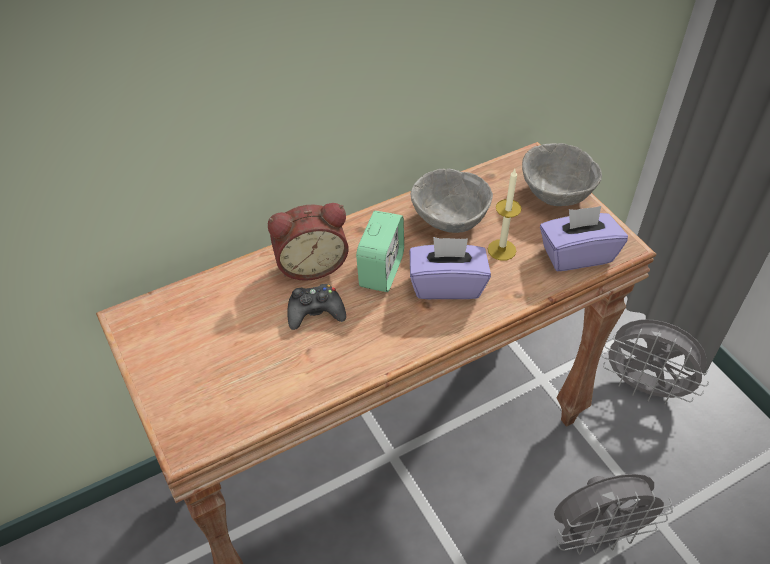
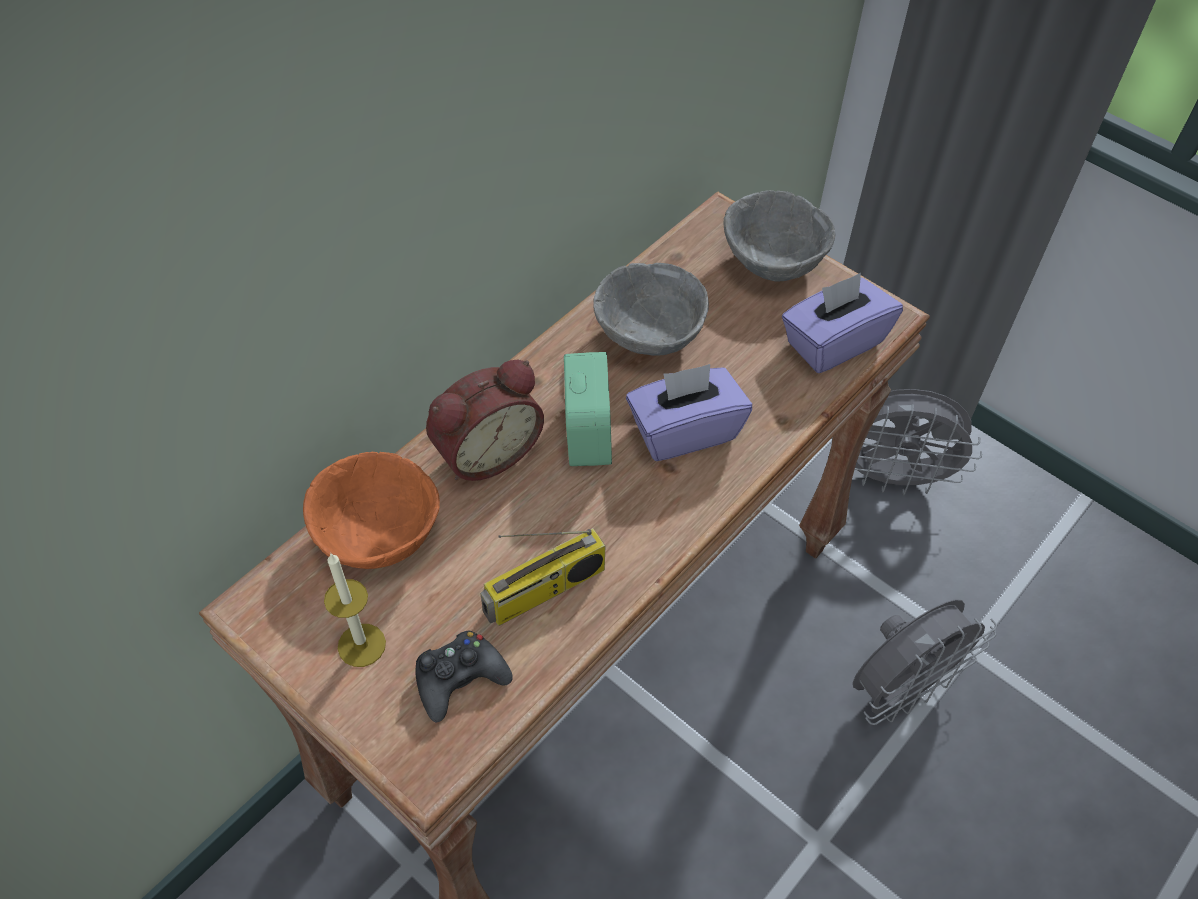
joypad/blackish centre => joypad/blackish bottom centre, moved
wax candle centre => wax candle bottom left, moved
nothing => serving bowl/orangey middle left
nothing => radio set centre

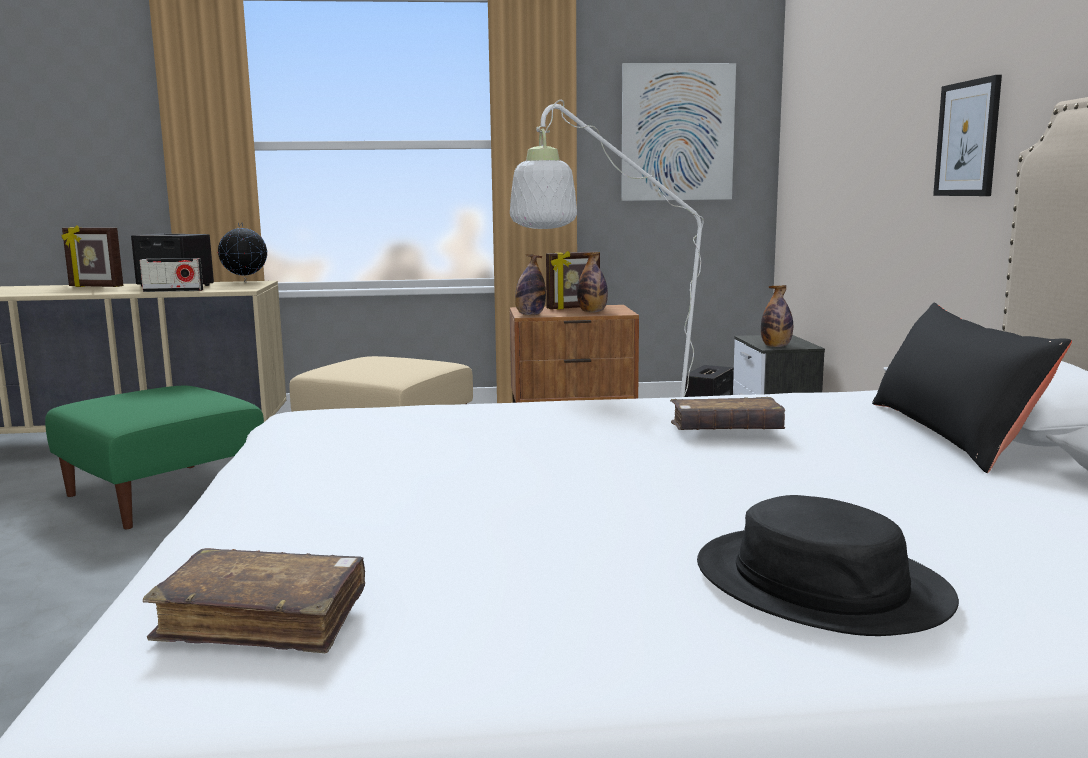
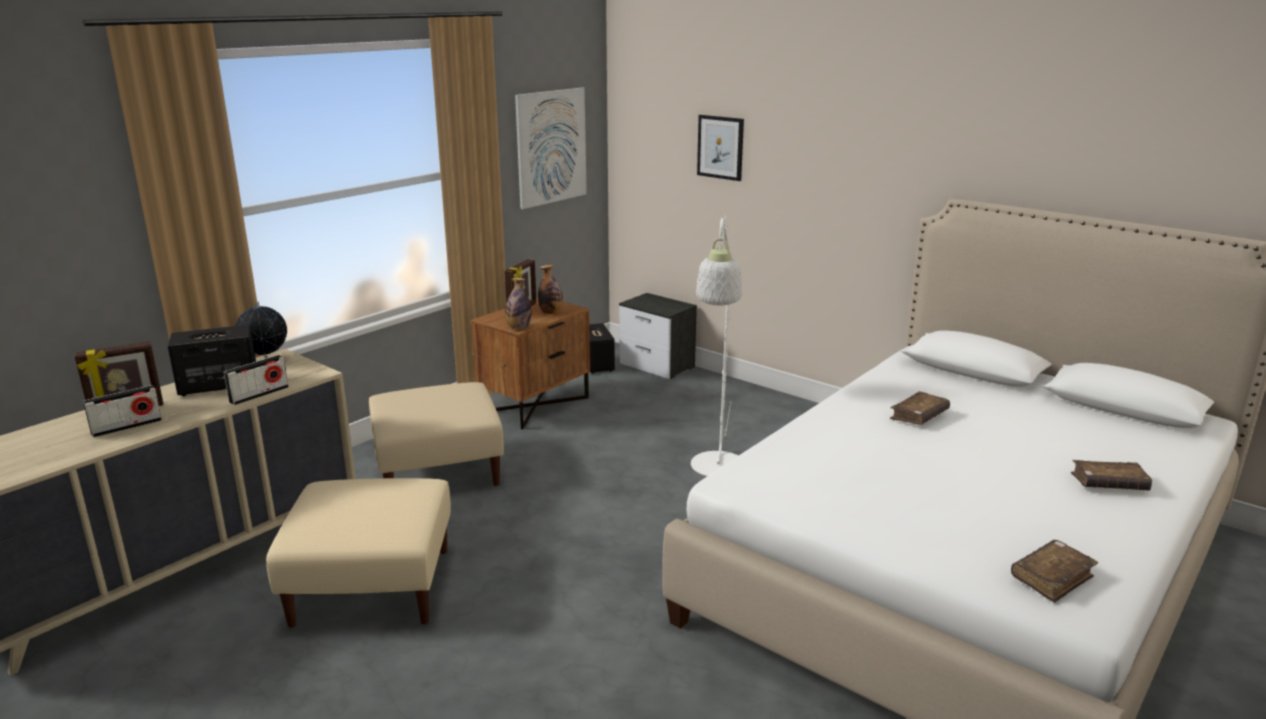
pouffe/greenish middle left => pouffe/beige-coloured (1st from left) bottom left
wearable hat/blackish bottom right => bound book/brown-coloured (3rd from left) middle right
drink bottle (3rd from left) middle right => nothing
throw pillow/blackish middle right => nothing
wall art (2nd from left) top right => wall art (2nd from left) top centre, moved
nothing => radio set (1st from left) middle left

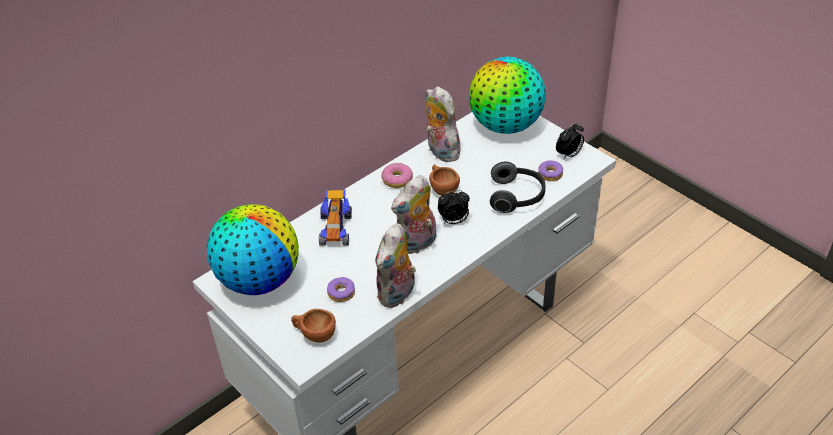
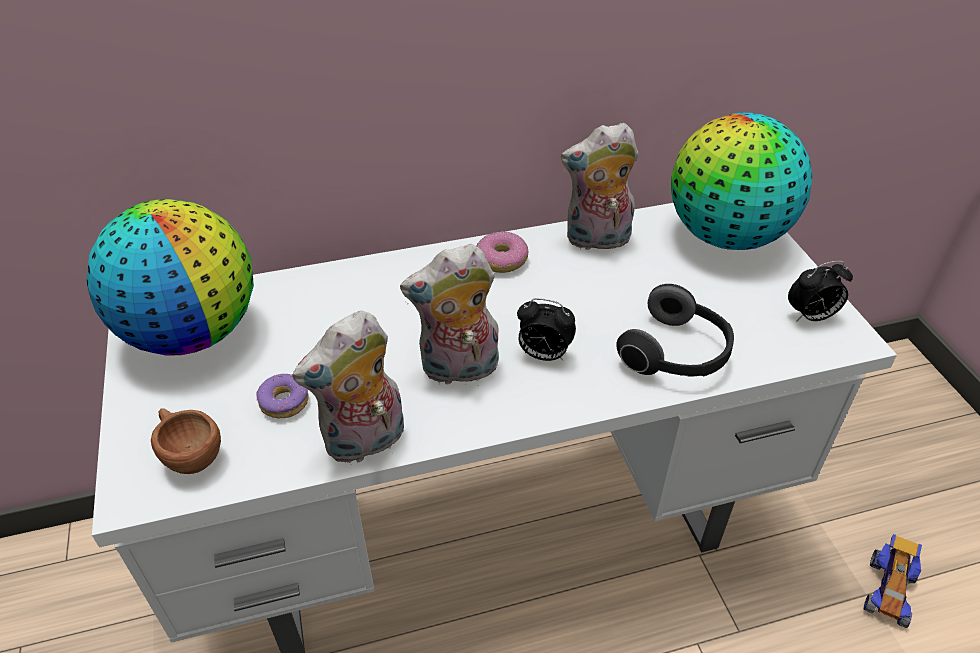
model car centre => model car bottom right, moved
cuddly toy (3rd from left) top centre, 90 degrees counterclockwise
drinking cup/brown-coloured (2nd from left) centre => nothing
ring doughnut (3rd from left) centre => nothing

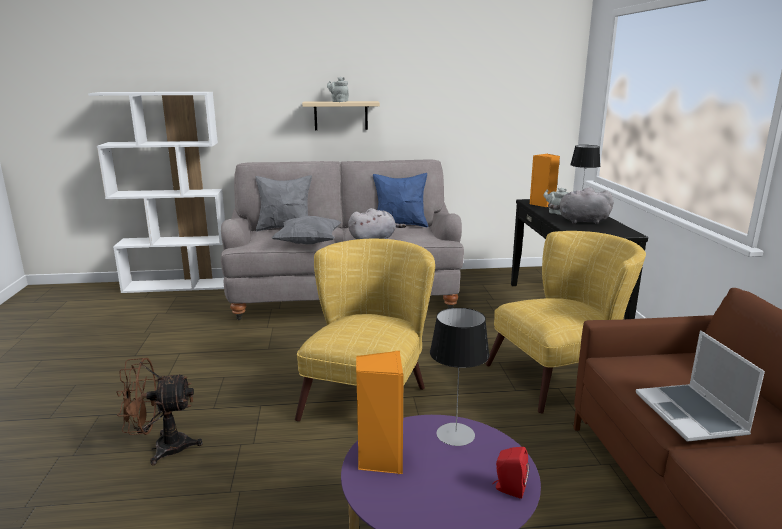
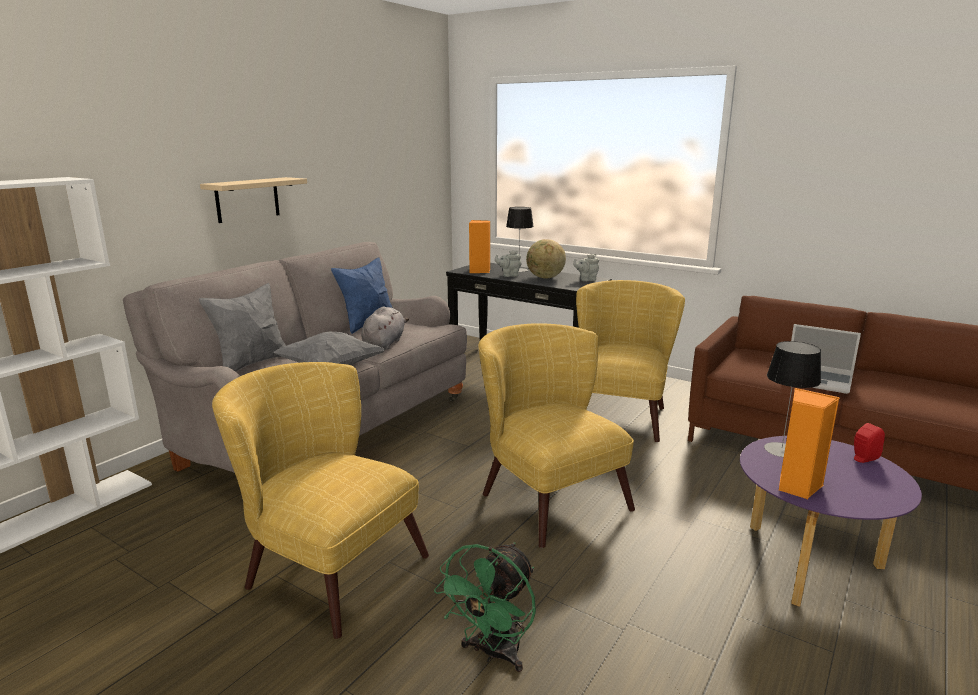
electric fan/brown-coloured bottom left => electric fan/greenish bottom centre
teapot/gray (1st from left in the first image) top centre => teapot/gray (2nd from left) centre, moved
cuddly toy/gray (2nd from left) middle right => world globe centre
nothing => lounge chair/yellow-coloured (1st from left) bottom left

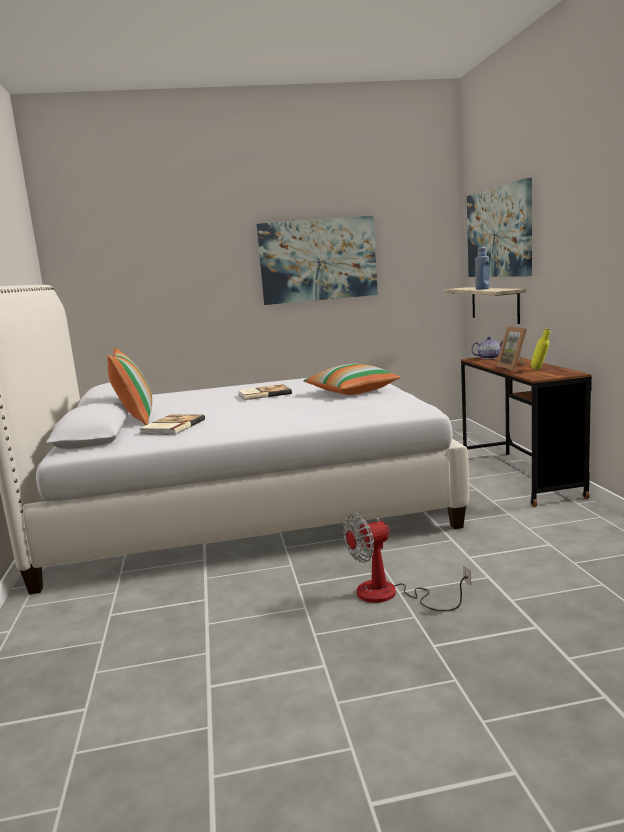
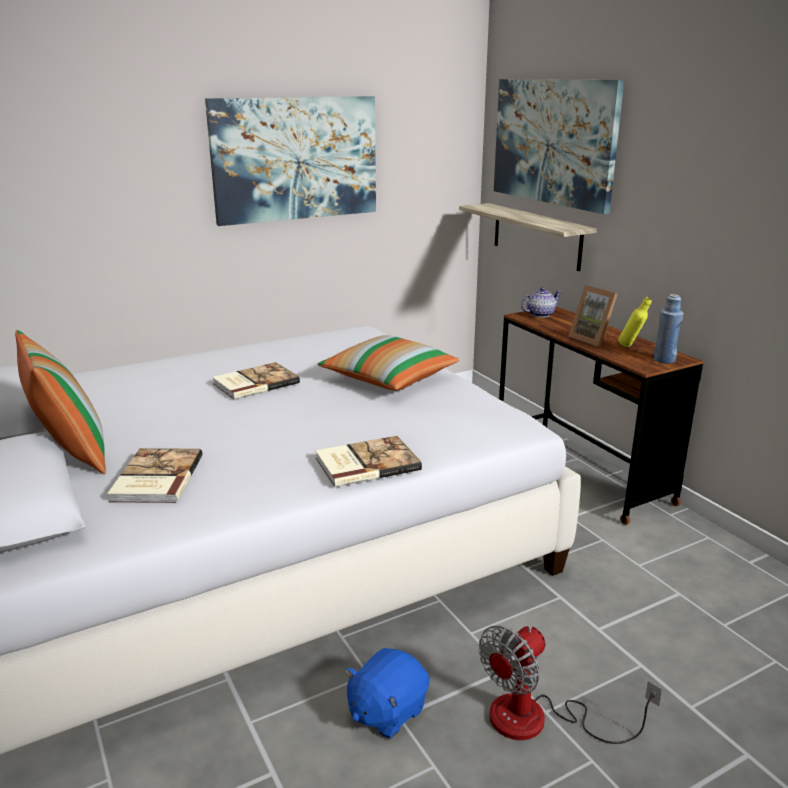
drink bottle/blue-coloured top right => drink bottle/blue-coloured middle right, moved
nothing => bound book (3rd from left) centre
nothing => cuddly toy/blue-coloured bottom centre

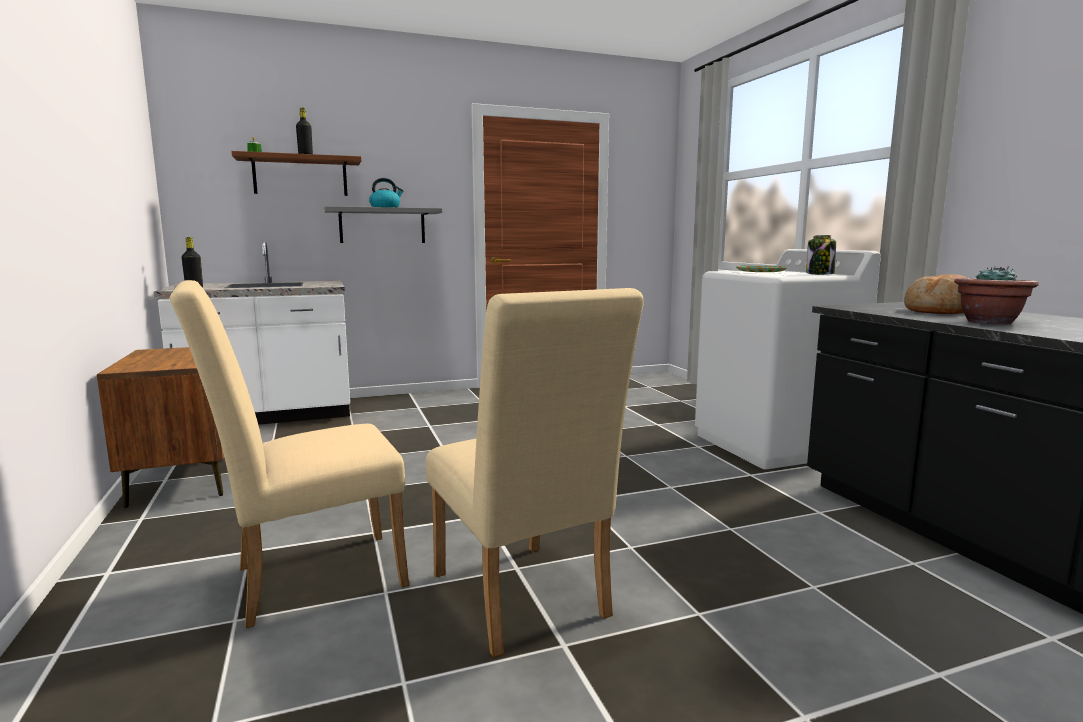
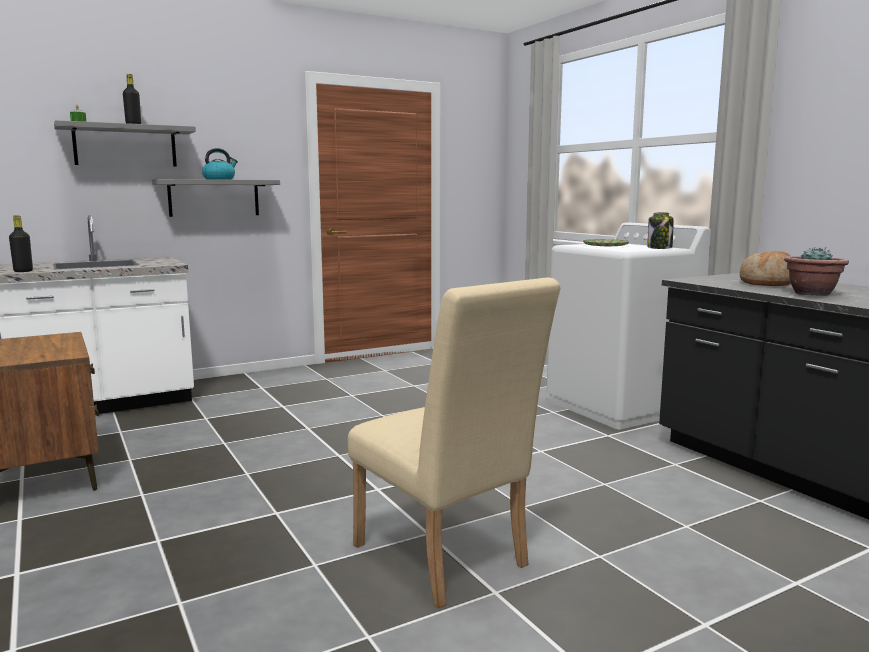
plain chair/beige-coloured (1st from left) middle left => nothing
bracket shelf/brown-coloured top left => bracket shelf/gray (1st from left) top left

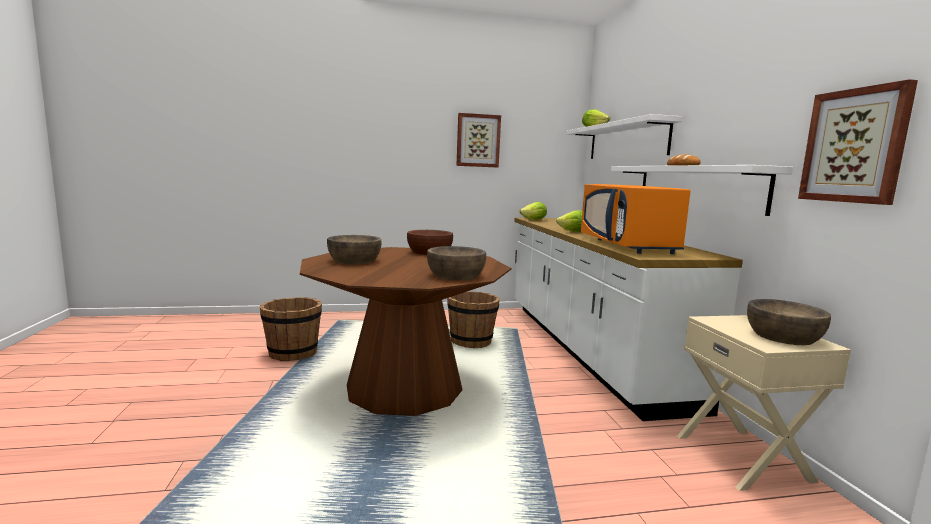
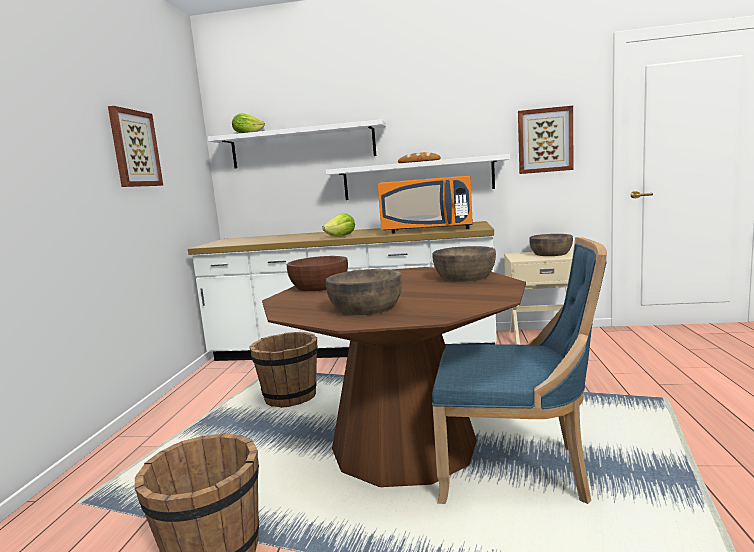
lettuce head (1st from left) centre => nothing
nothing => plain chair/blue-coloured bottom right

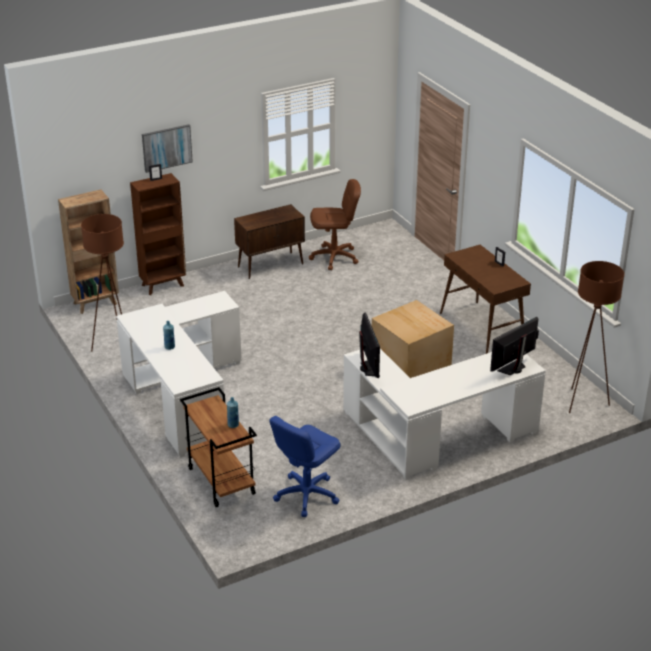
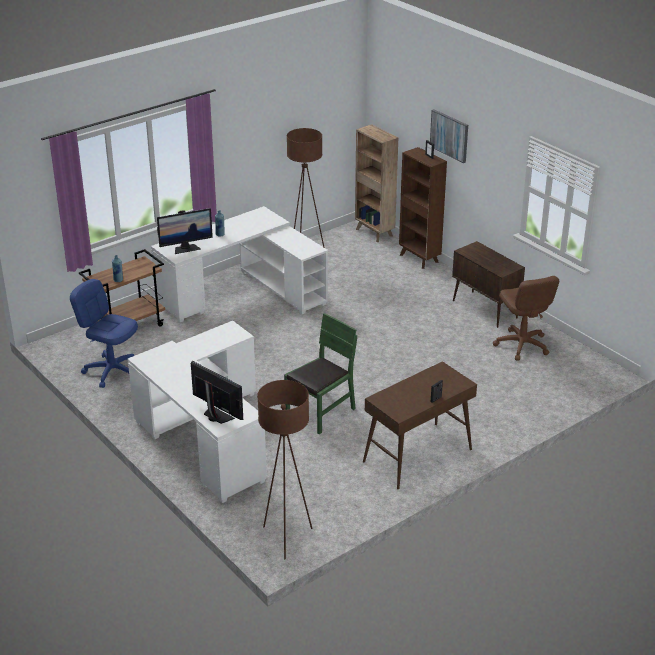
computer display (1st from left) centre => computer display (1st from left) middle left, moved
carton centre => plain chair/greenish centre

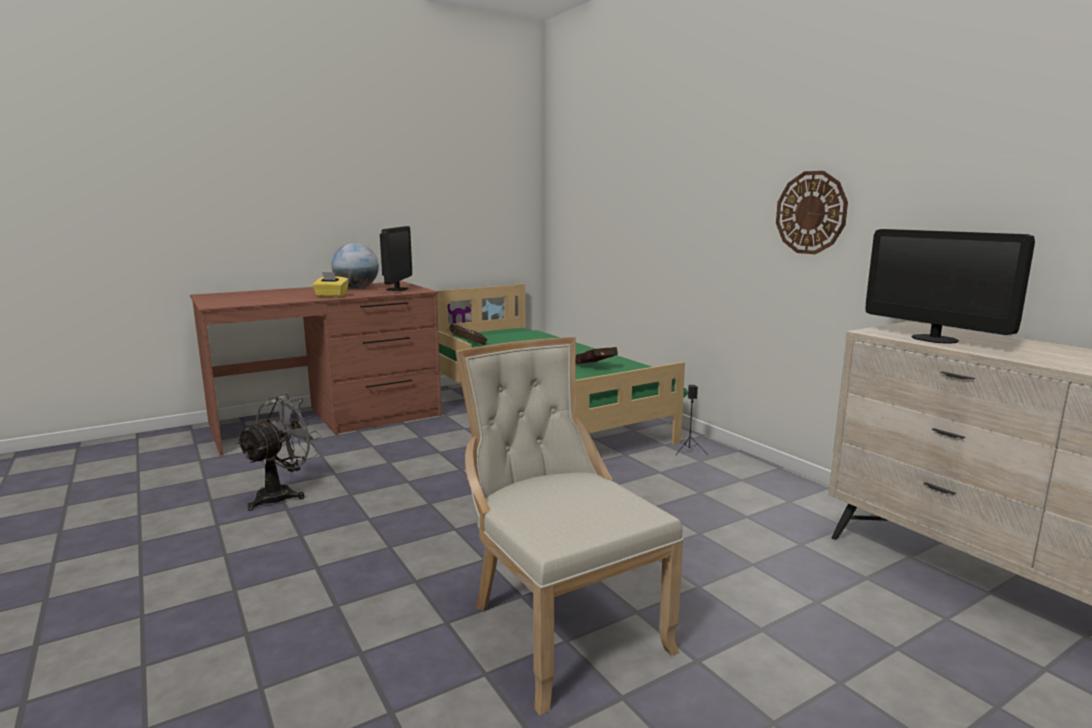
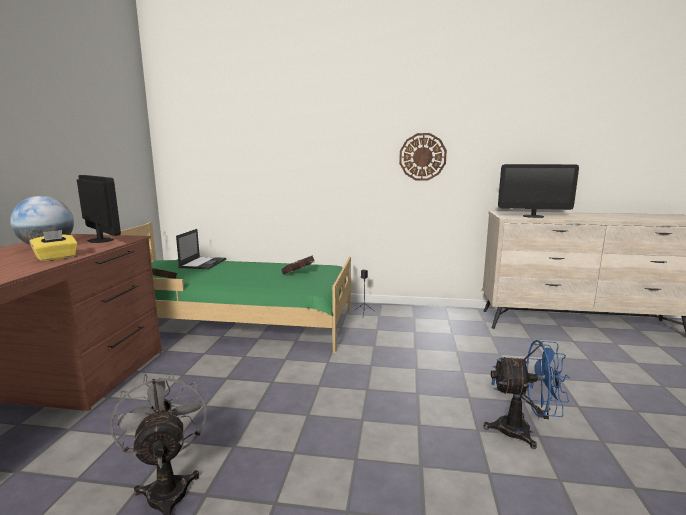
plain chair/beige-coloured bottom centre => electric fan/blue-coloured bottom right
nothing => laptop middle left

